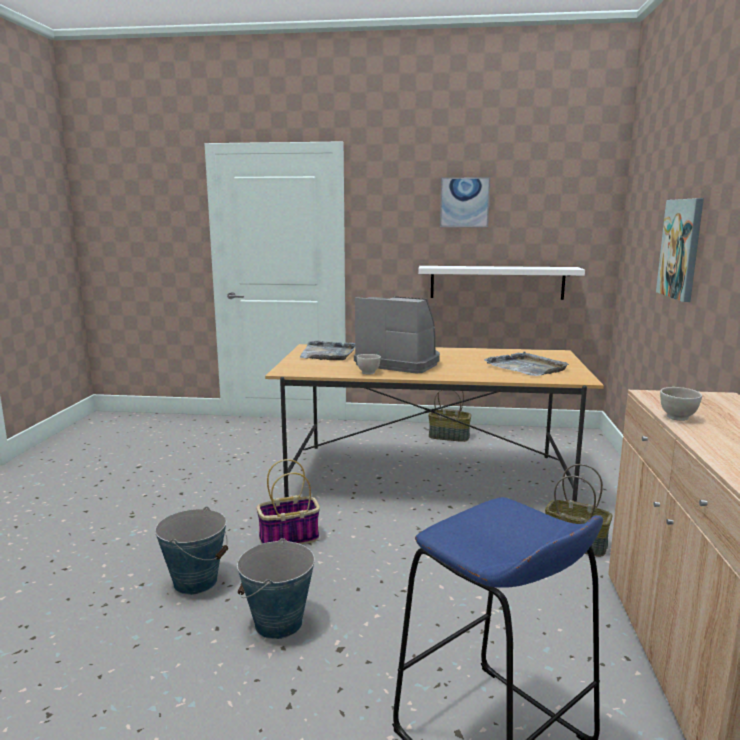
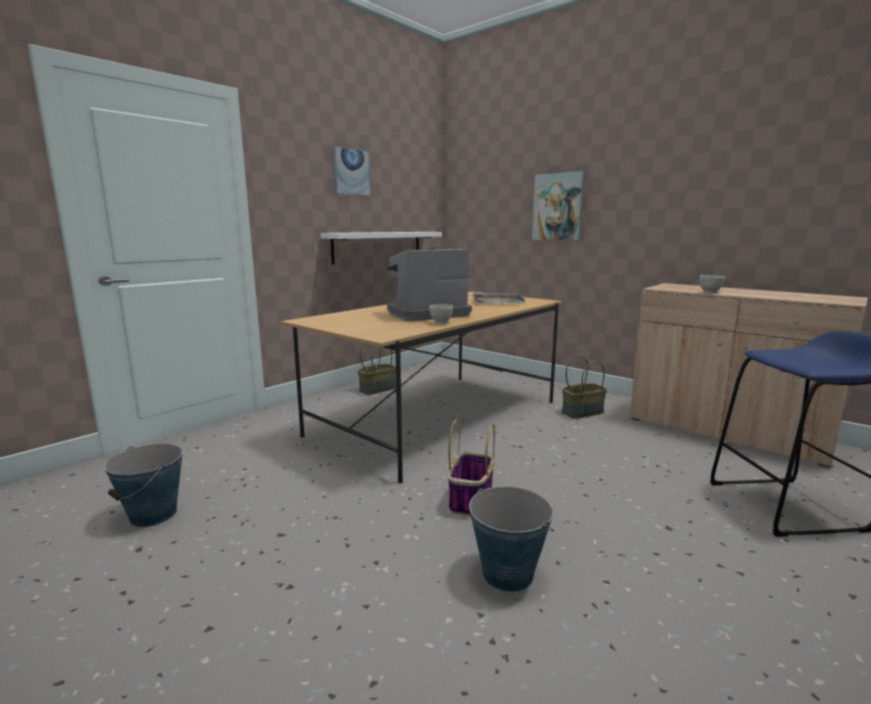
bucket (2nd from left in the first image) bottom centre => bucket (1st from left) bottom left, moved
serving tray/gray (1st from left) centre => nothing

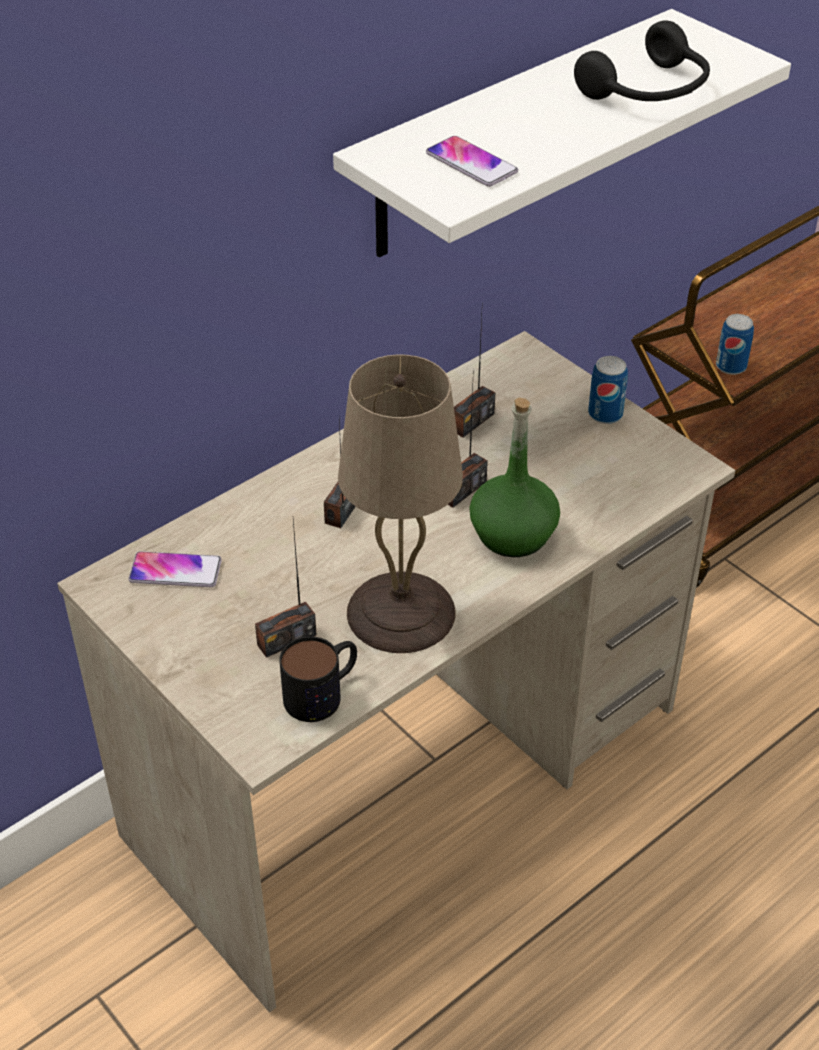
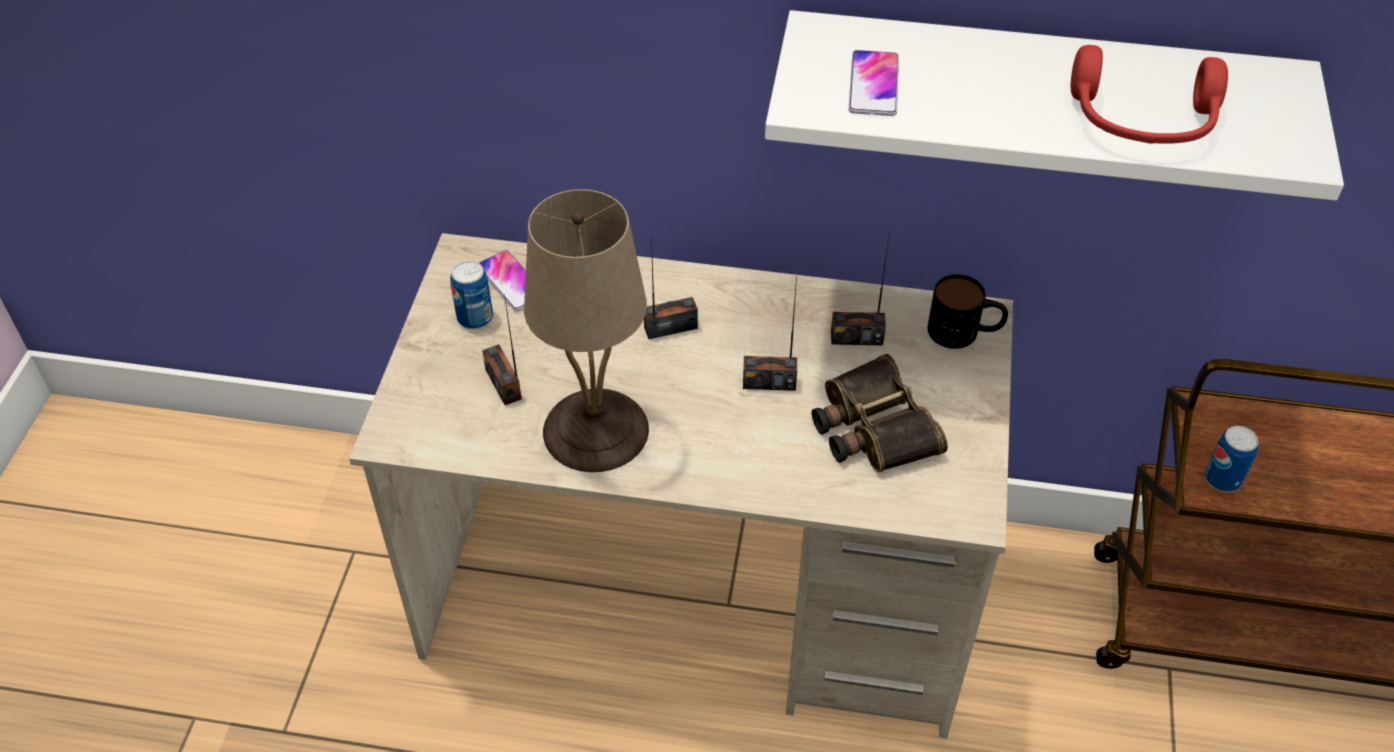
radio set (1st from left) centre, 45 degrees clockwise
coffee mug centre => coffee mug middle right, moved
drink bottle/greenish centre => nothing
headphones/blackish top right => headphones/red-coloured top right
metal can (1st from left) middle right => metal can (1st from left) centre, moved
nothing => binoculars centre

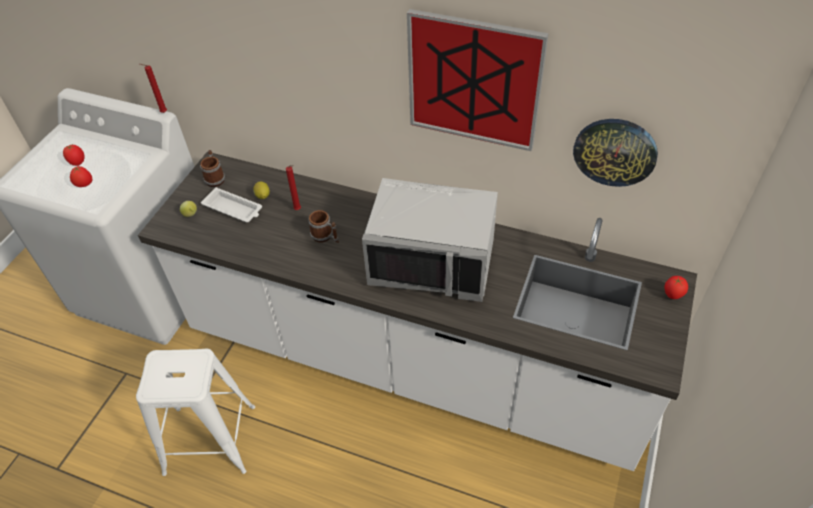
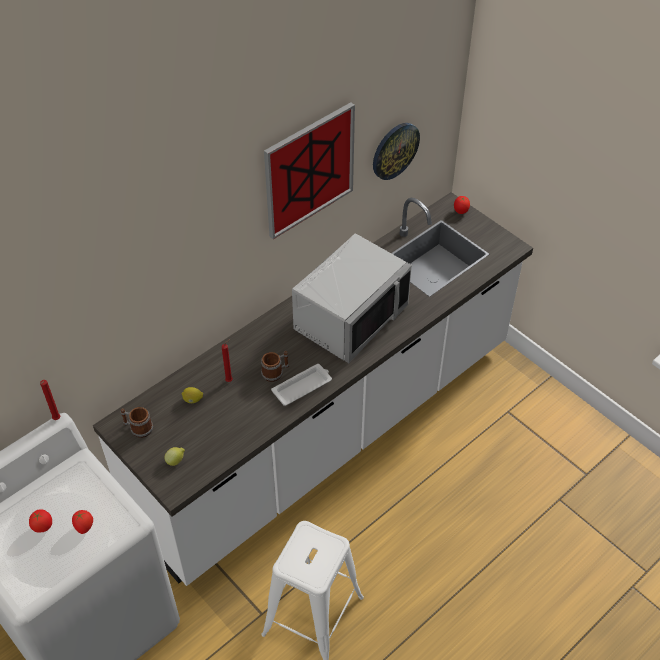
serving tray/white middle left => serving tray/white centre, moved

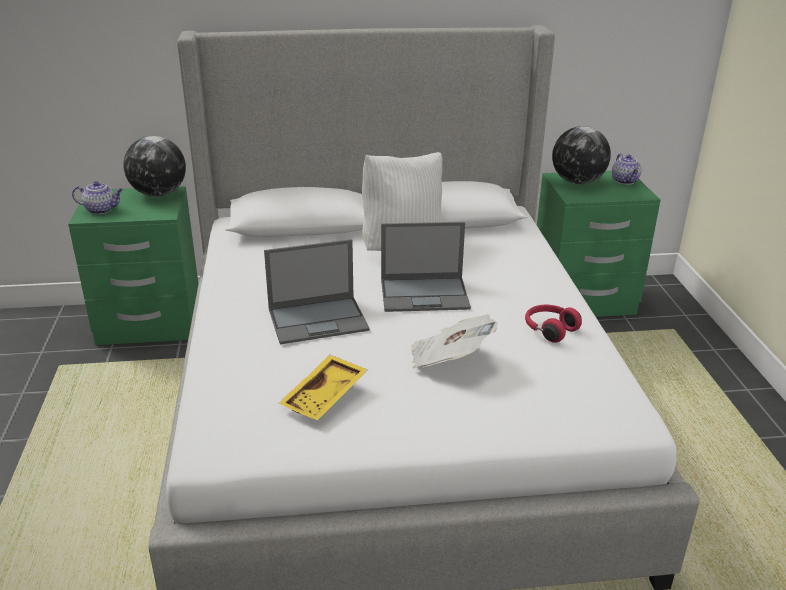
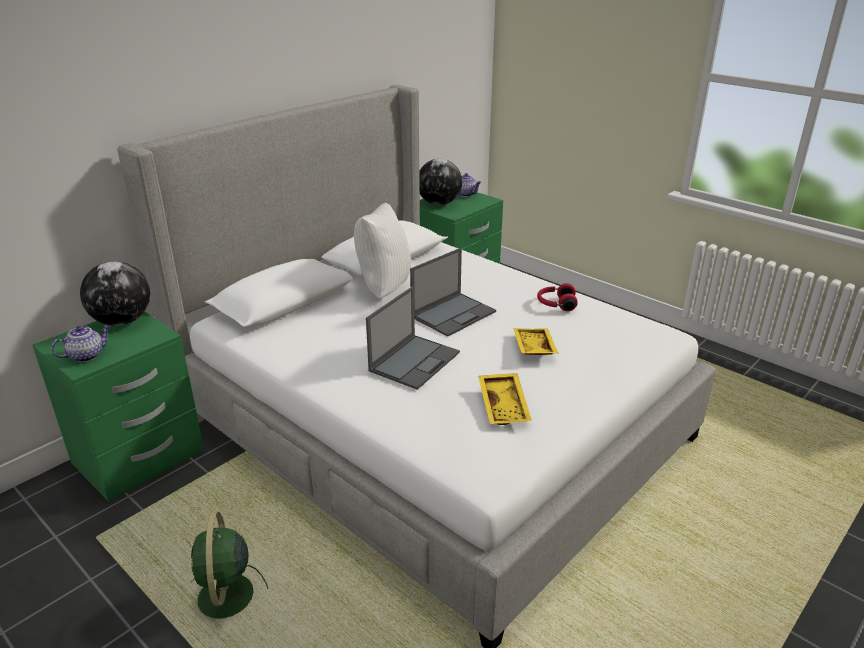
printed paper centre => serving tray/yellow-coloured (2nd from left) centre
nothing => electric fan/greenish bottom left

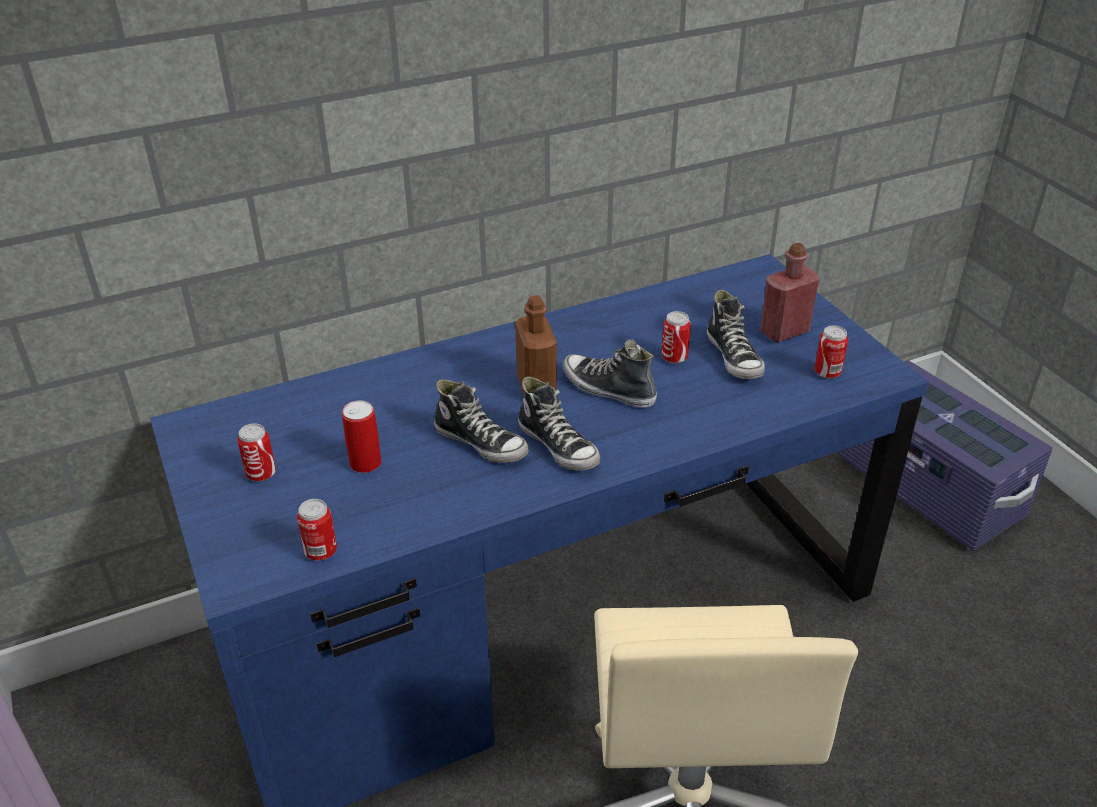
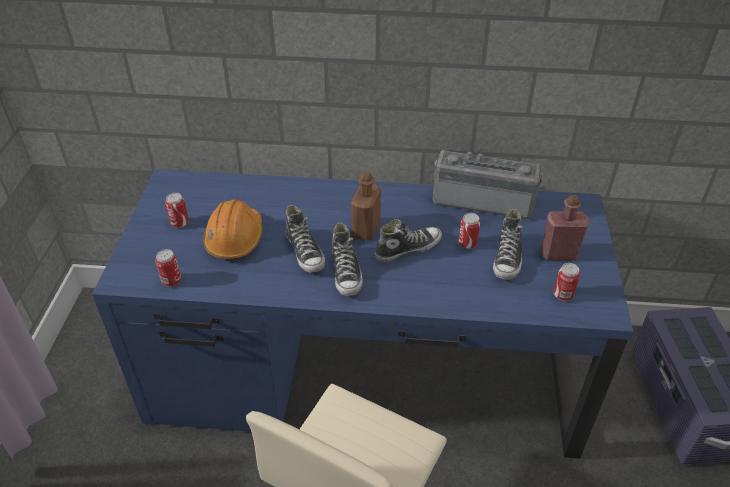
metal can (3rd from left) middle left => hard hat/orangey middle left
shoe (3rd from left) centre, 90 degrees clockwise
nothing => radio set middle right

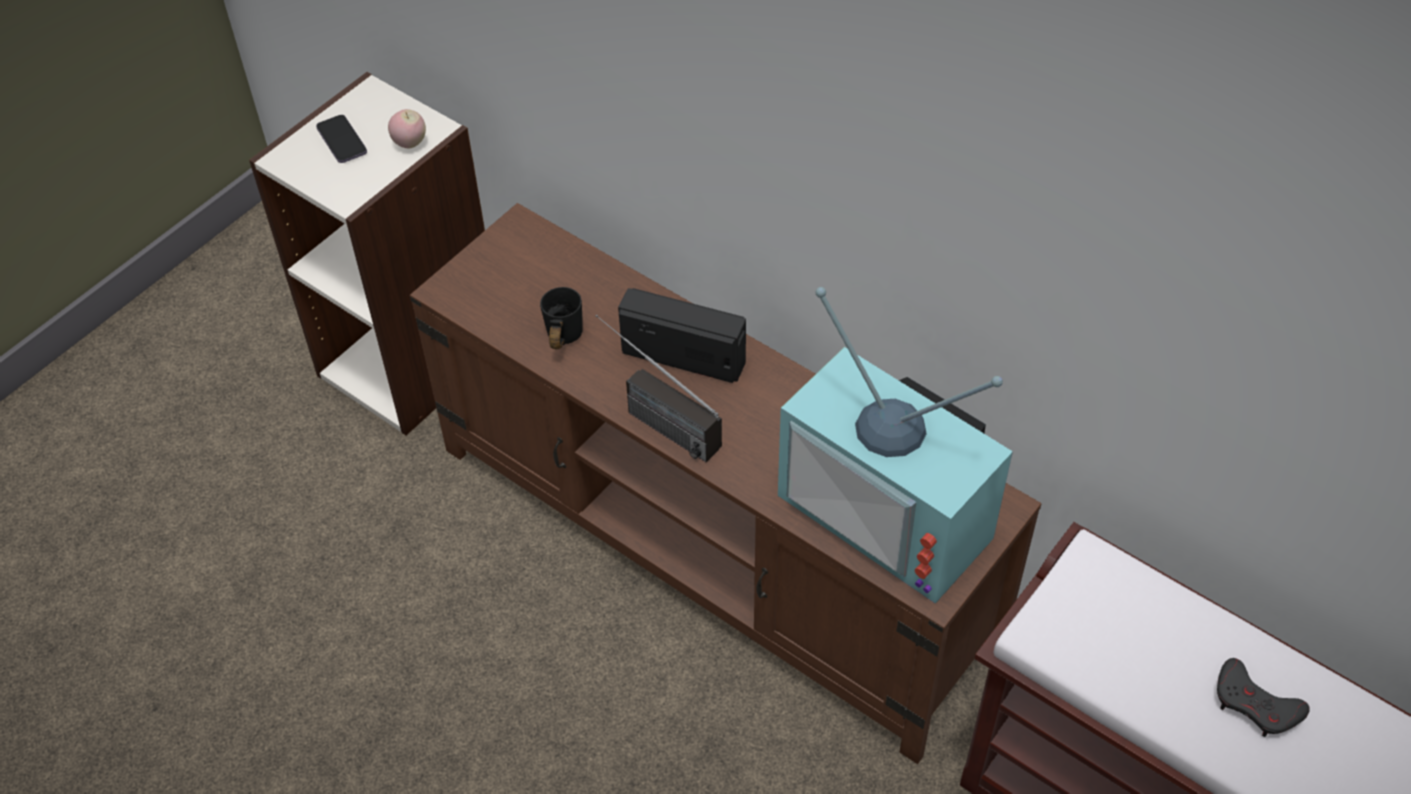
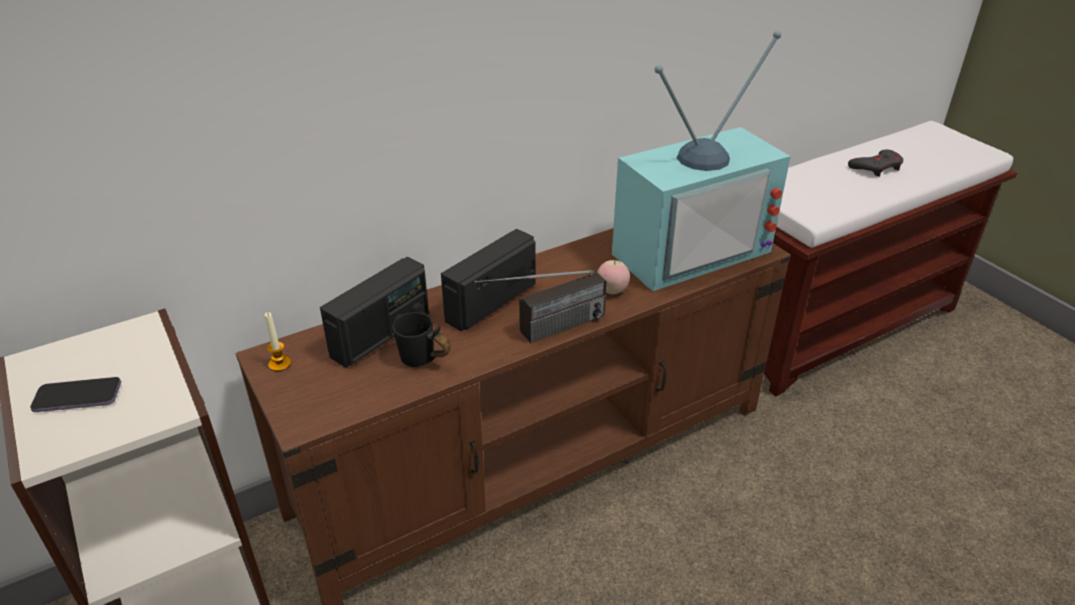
whole apple top left => whole apple centre, moved
nothing => wax candle middle left
nothing => radio set (1st from left) centre

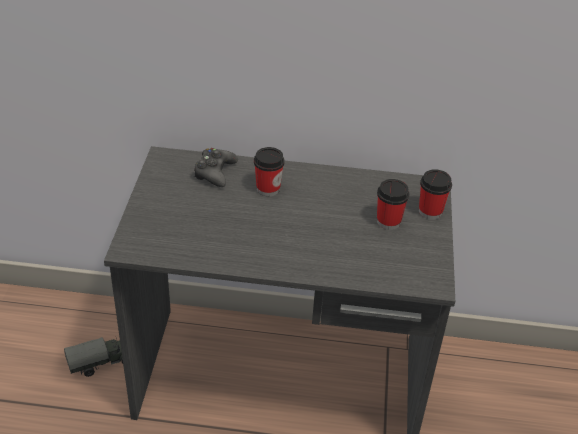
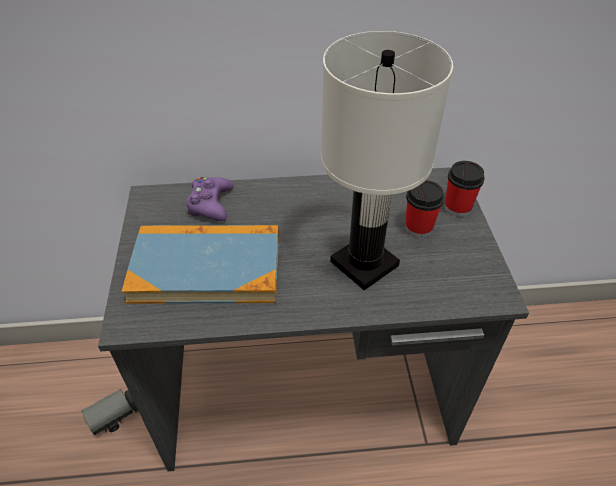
joypad/blackish centre => joypad/purple centre
drinking cup (1st from left) centre => nothing
nothing => bound book middle left
nothing => lamp for a table/white top centre

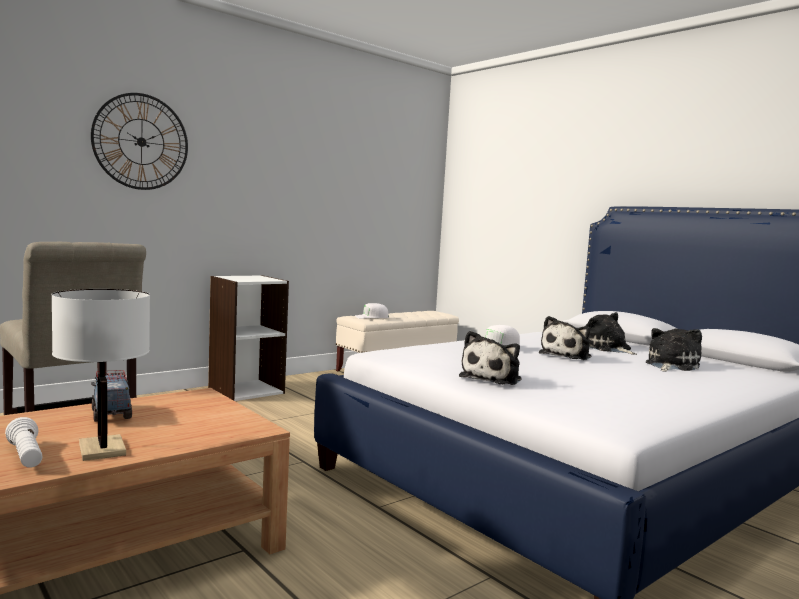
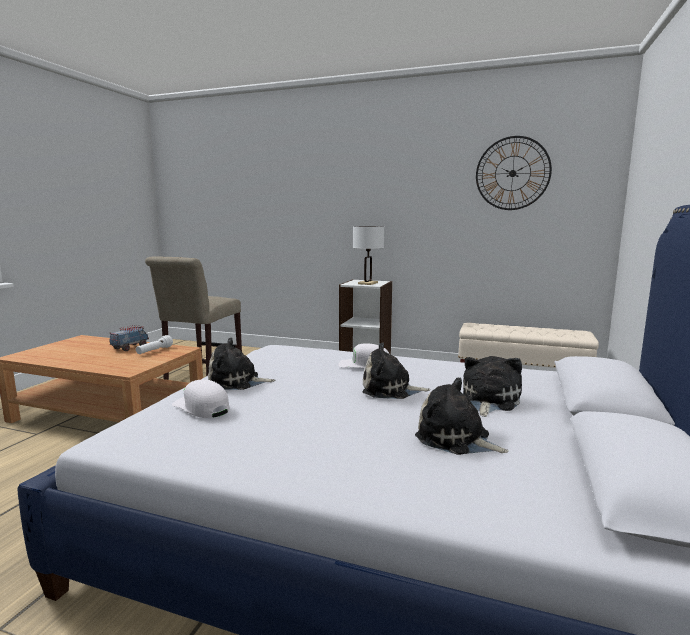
hand torch/white bottom left => hand torch/white middle left, moved
lamp for a table/white middle left => lamp for a table/white centre, moved
hanging clock top left => hanging clock top right, moved
baseball cap/white (1st from left) centre => baseball cap/white (1st from left) middle left, moved
cuddly toy (4th from left in the first image) middle right => cuddly toy (3rd from left) middle right, 150 degrees counterclockwise

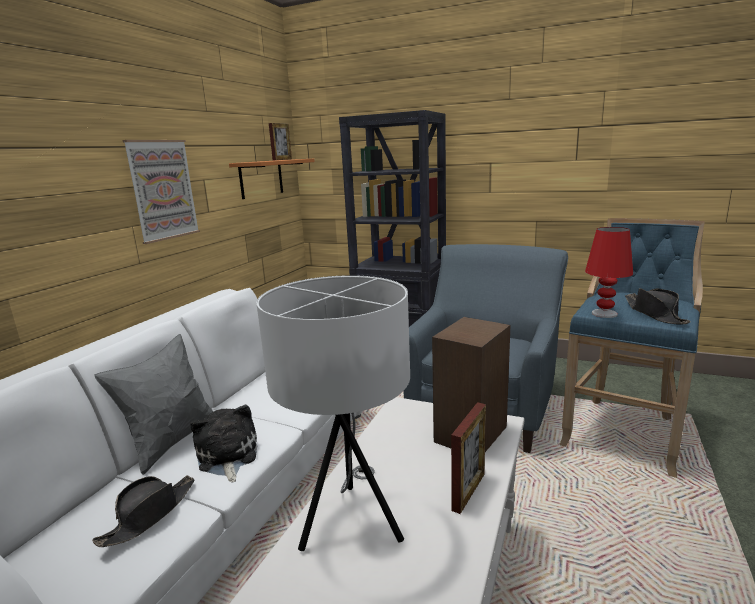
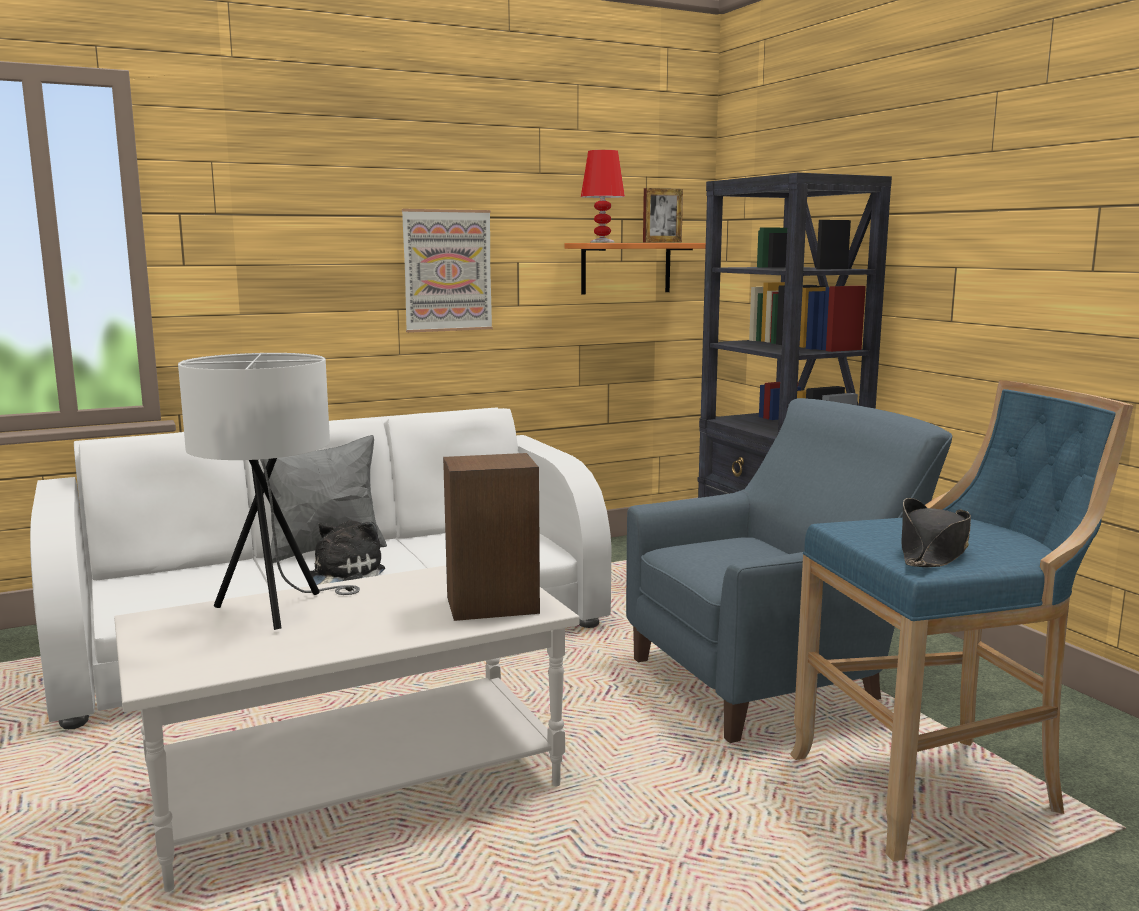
wearable hat/blackish (1st from left) bottom left => nothing
photo frame (2nd from left) bottom centre => nothing
lamp for a table/red-coloured middle right => lamp for a table/red-coloured top centre, moved

